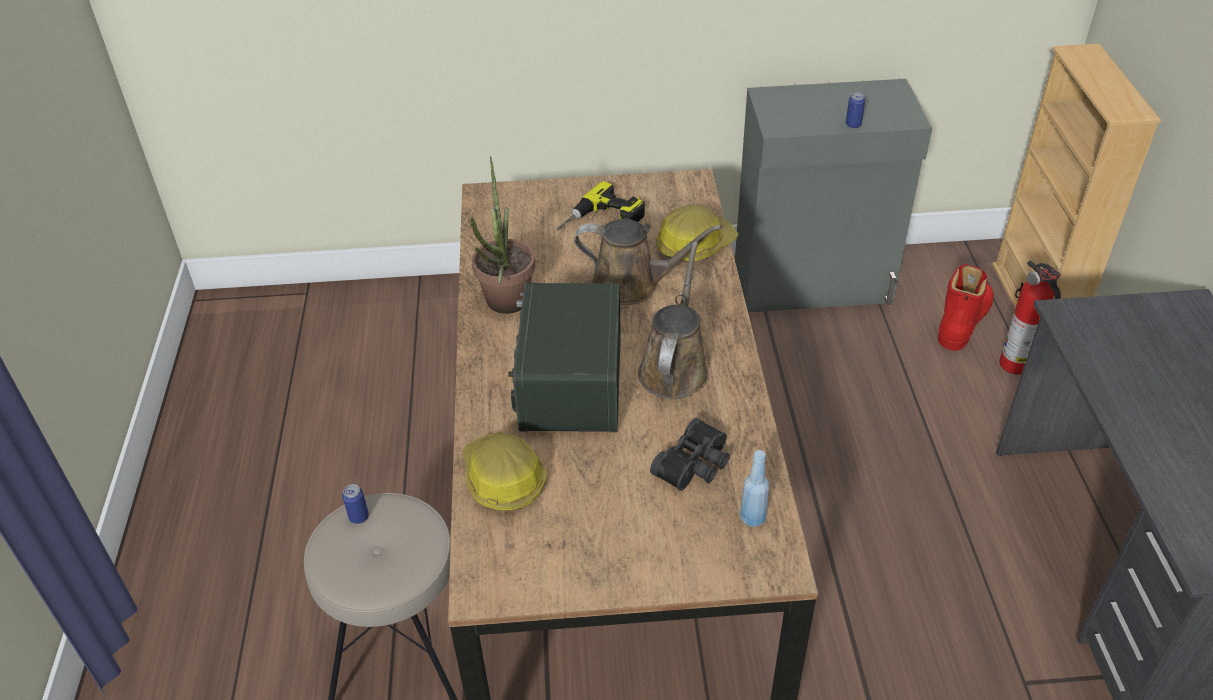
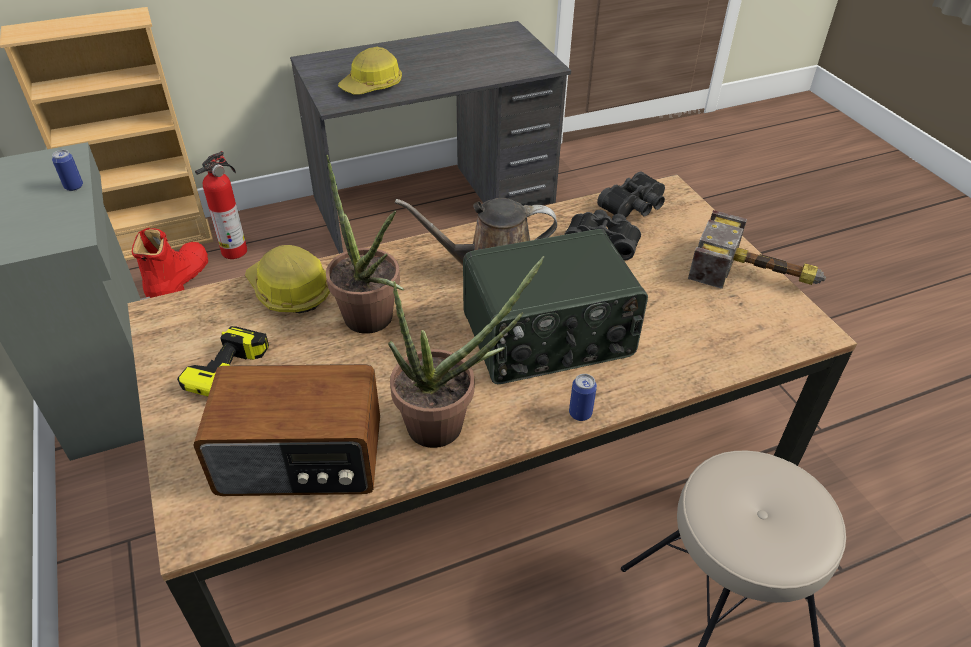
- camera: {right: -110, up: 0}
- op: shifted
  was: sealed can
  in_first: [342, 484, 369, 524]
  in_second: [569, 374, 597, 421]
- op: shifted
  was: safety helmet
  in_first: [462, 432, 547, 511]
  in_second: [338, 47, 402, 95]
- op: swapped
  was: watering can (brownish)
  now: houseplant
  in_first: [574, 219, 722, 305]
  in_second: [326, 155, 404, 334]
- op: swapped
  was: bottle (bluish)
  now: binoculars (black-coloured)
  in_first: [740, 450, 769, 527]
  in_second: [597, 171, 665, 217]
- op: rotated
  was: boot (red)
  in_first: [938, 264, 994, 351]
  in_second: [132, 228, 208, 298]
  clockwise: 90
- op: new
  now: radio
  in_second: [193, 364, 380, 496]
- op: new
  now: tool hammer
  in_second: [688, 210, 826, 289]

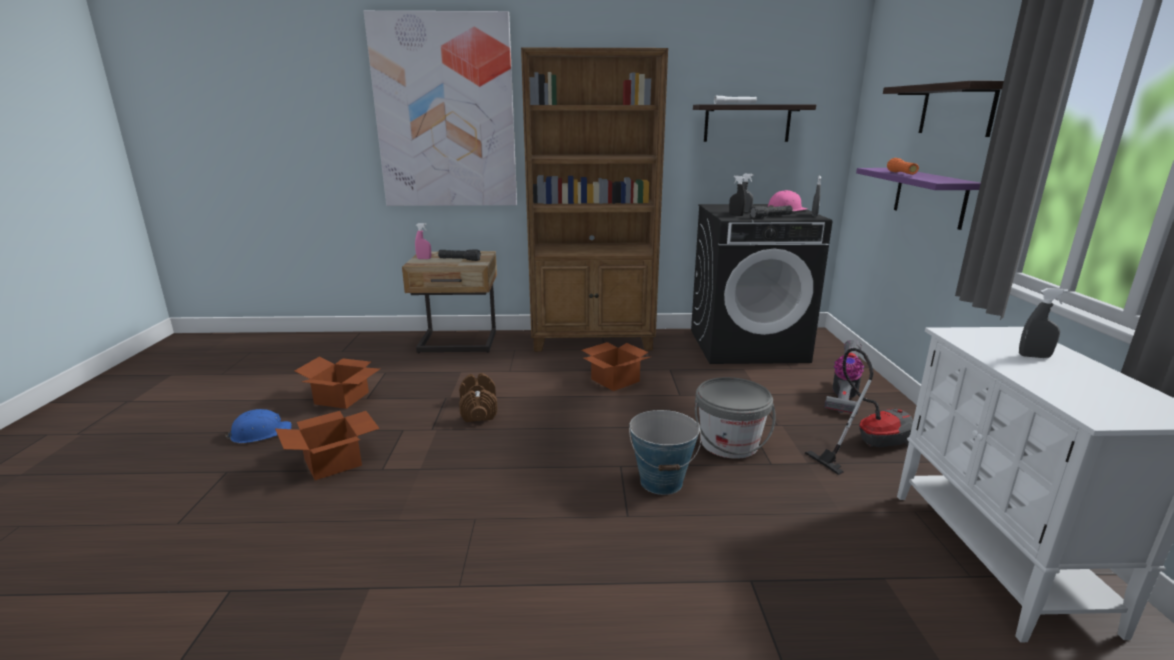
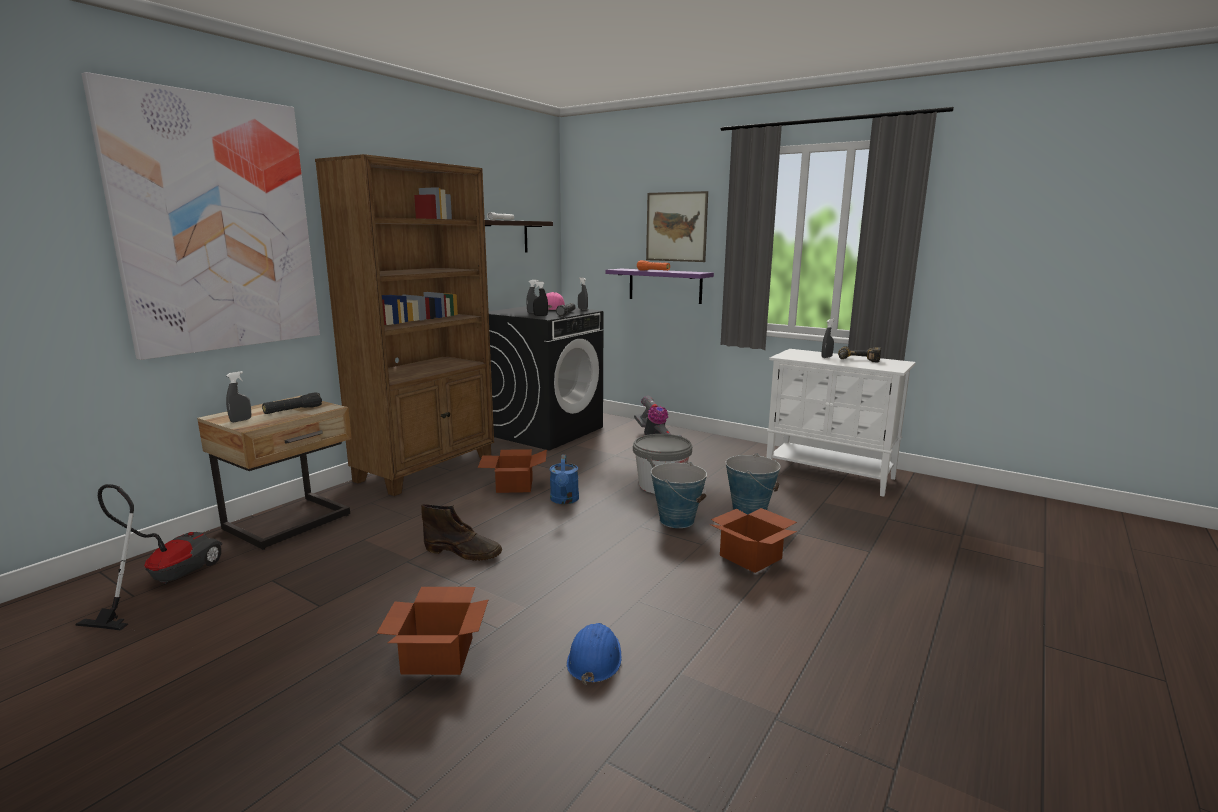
- camera: {right: -55, up: -5}
- op: shifted
  was: safety helmet (bluish)
  in_first: [225, 409, 292, 443]
  in_second: [567, 623, 622, 685]
- op: shifted
  was: cardboard box
  in_first: [295, 356, 380, 409]
  in_second: [709, 508, 797, 573]
- op: repainted
  was: sprayer (pink)
  now: sprayer (greyish)
  in_first: [415, 223, 431, 259]
  in_second: [226, 371, 251, 422]
- op: swapped
  was: hand weight (brownish)
  now: boot (brownish)
  in_first: [459, 373, 498, 422]
  in_second: [421, 504, 502, 561]
- op: shifted
  was: hoover
  in_first: [805, 348, 913, 475]
  in_second: [75, 484, 222, 631]
- op: swapped
  was: bracket shelf
  now: picture
  in_first: [883, 81, 1004, 137]
  in_second: [646, 191, 708, 262]
- op: new
  now: watering can (bluish)
  in_second: [550, 455, 579, 504]
- op: new
  now: water bucket
  in_second: [726, 453, 781, 514]
- op: new
  now: electric drill
  in_second: [838, 346, 881, 362]

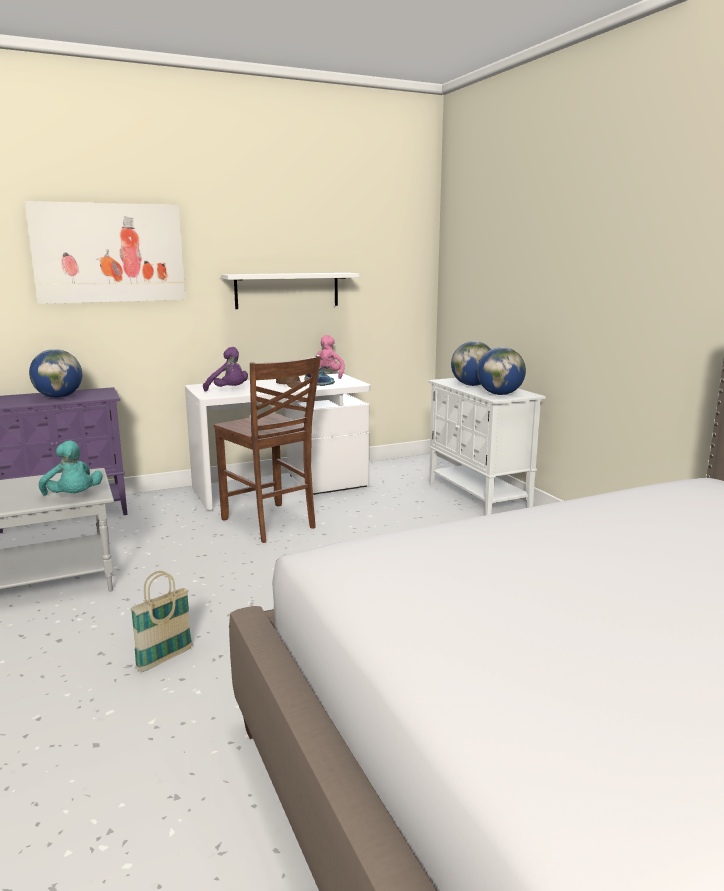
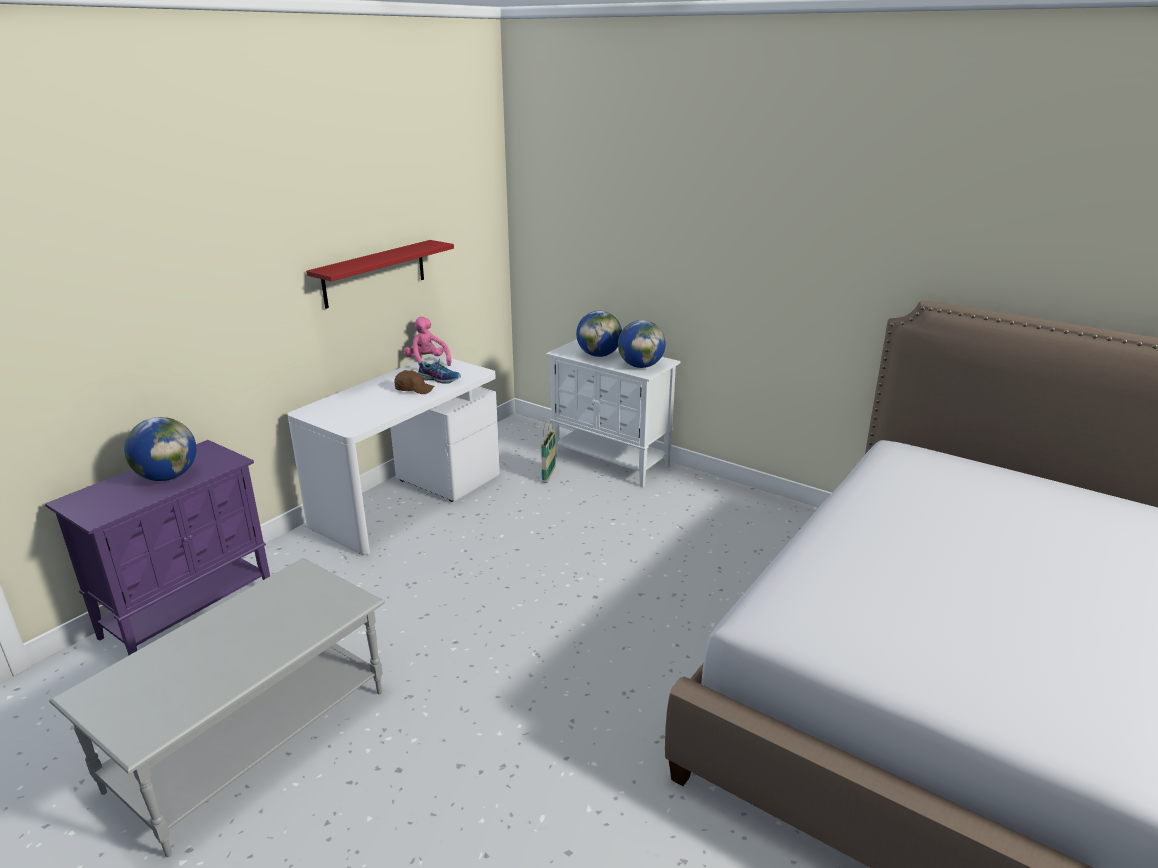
- camera: {right: -30, up: 10}
- op: gone
  was: picture
  in_first: [25, 201, 186, 304]
- op: gone
  was: plush toy (turquoise)
  in_first: [39, 440, 103, 496]
- op: shifted
  was: household basket
  in_first: [130, 571, 193, 672]
  in_second: [541, 421, 556, 483]
- op: gone
  was: plush toy (purple)
  in_first: [203, 347, 248, 391]
- op: gone
  was: upright chair (brownish)
  in_first: [214, 355, 321, 543]
- op: repainted
  was: bracket shelf (white-coloured)
  now: bracket shelf (red)
  in_first: [221, 273, 359, 309]
  in_second: [306, 240, 454, 309]

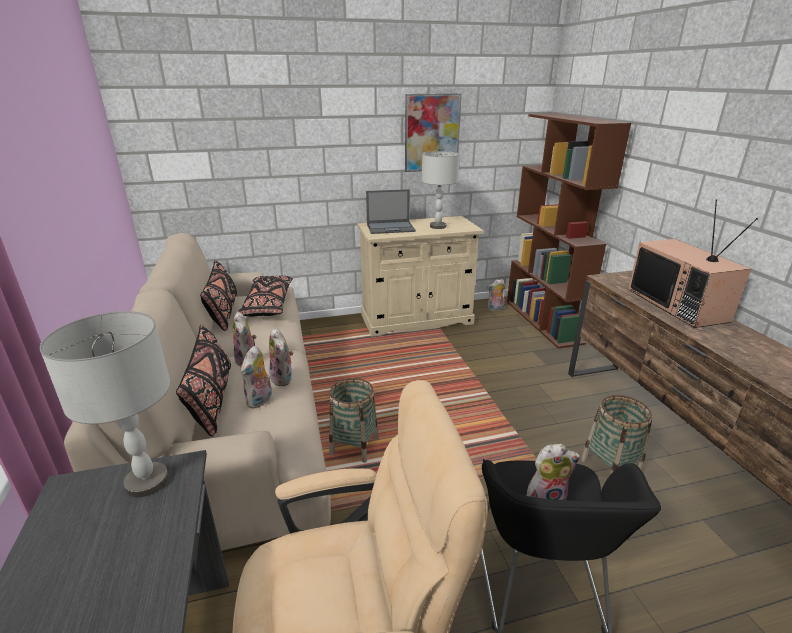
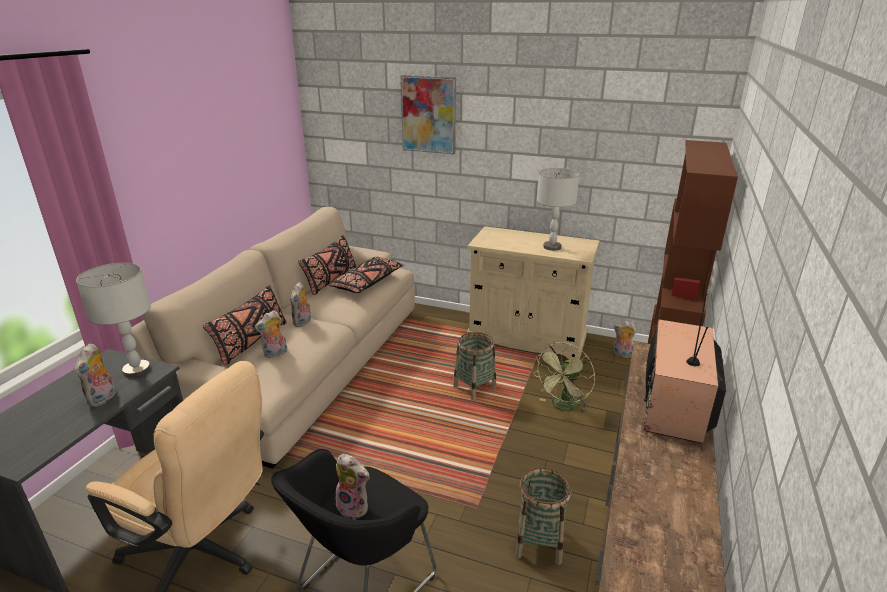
- camera: {right: 35, up: 0}
- op: shifted
  was: plush toy
  in_first: [269, 327, 293, 386]
  in_second: [74, 343, 116, 407]
- op: shifted
  was: household basket
  in_first: [329, 378, 378, 463]
  in_second: [453, 332, 496, 401]
- op: gone
  was: portable computer
  in_first: [366, 189, 416, 234]
- op: shifted
  was: picture
  in_first: [405, 93, 462, 172]
  in_second: [400, 75, 456, 154]
- op: new
  now: fan (green-coloured)
  in_second: [533, 342, 595, 414]

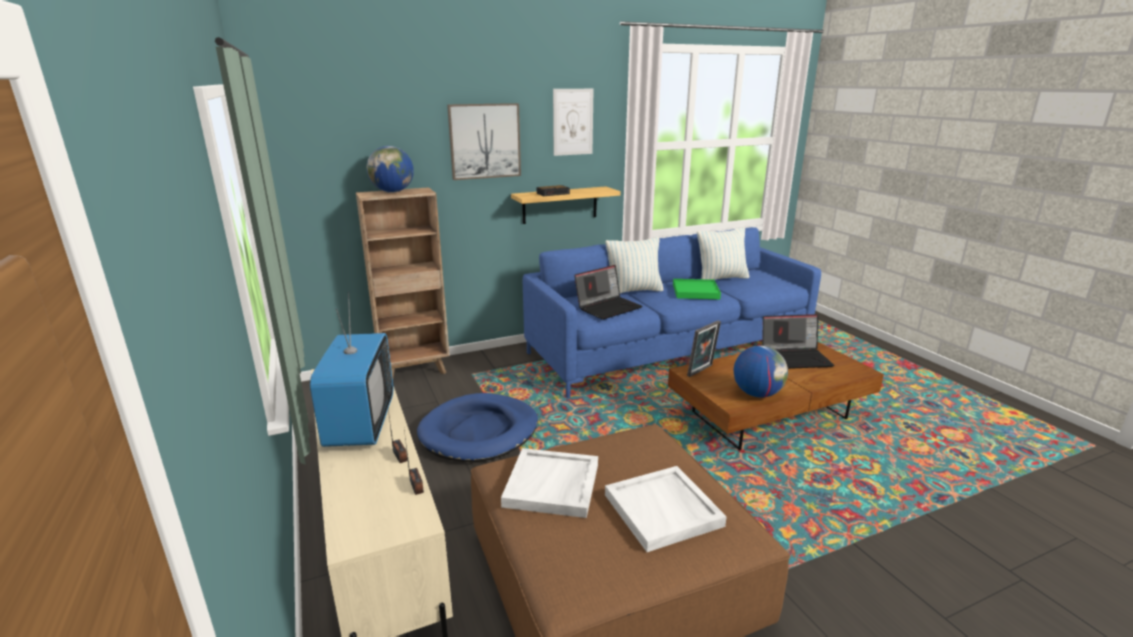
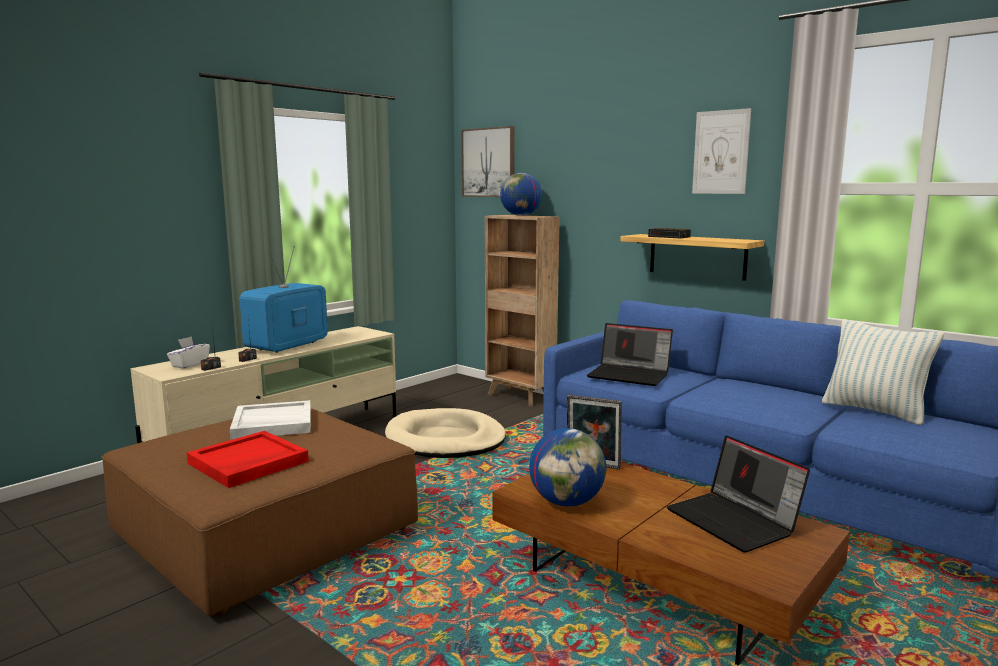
- camera: {right: 65, up: -10}
- op: rotated
  was: TV set
  in_first: [310, 291, 394, 447]
  in_second: [239, 246, 328, 353]
  clockwise: 150
- op: repainted
  was: dog cushion (bluish)
  now: dog cushion (beige)
  in_first: [417, 393, 538, 462]
  in_second: [385, 408, 506, 458]
- op: shifted
  was: picture
  in_first: [447, 103, 521, 180]
  in_second: [461, 126, 515, 197]
- op: gone
  was: cushion
  in_first: [605, 237, 664, 293]
- op: repainted
  was: carrying tray (white-coloured)
  now: carrying tray (red)
  in_first: [605, 466, 727, 552]
  in_second: [187, 431, 309, 488]
- op: gone
  was: carrying tray (green-coloured)
  in_first: [673, 279, 721, 299]
- op: new
  now: tissue holder (white-coloured)
  in_second: [167, 336, 210, 369]

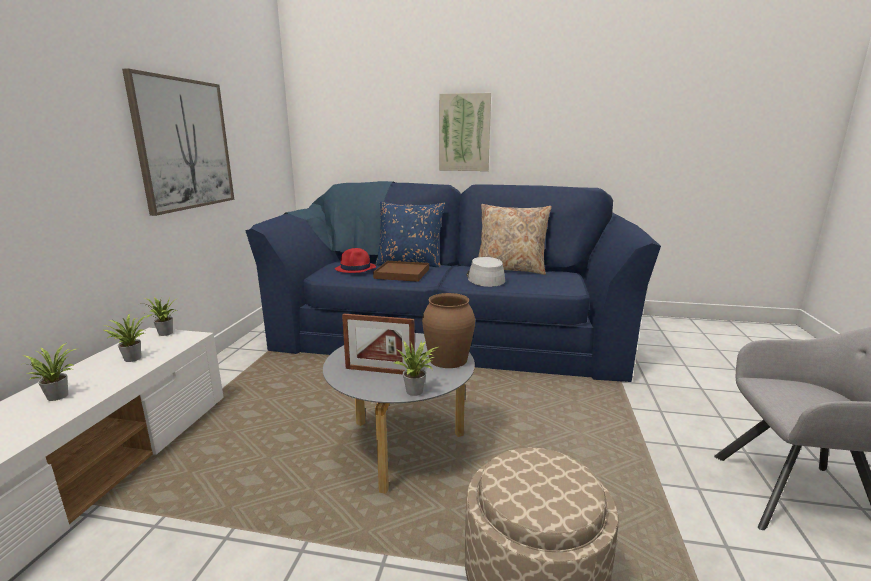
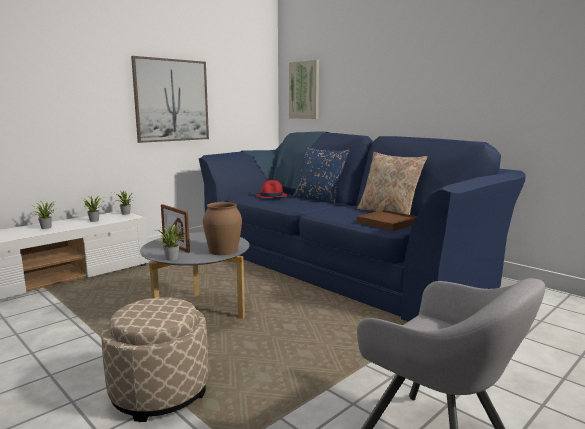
- camera: {right: 35, up: -5}
- op: shifted
  was: carrying tray (brownish)
  in_first: [373, 261, 429, 282]
  in_second: [356, 210, 417, 231]
- op: shifted
  was: picture
  in_first: [439, 93, 491, 171]
  in_second: [289, 60, 319, 119]
- op: gone
  was: clothing hat (greyish)
  in_first: [467, 257, 505, 287]

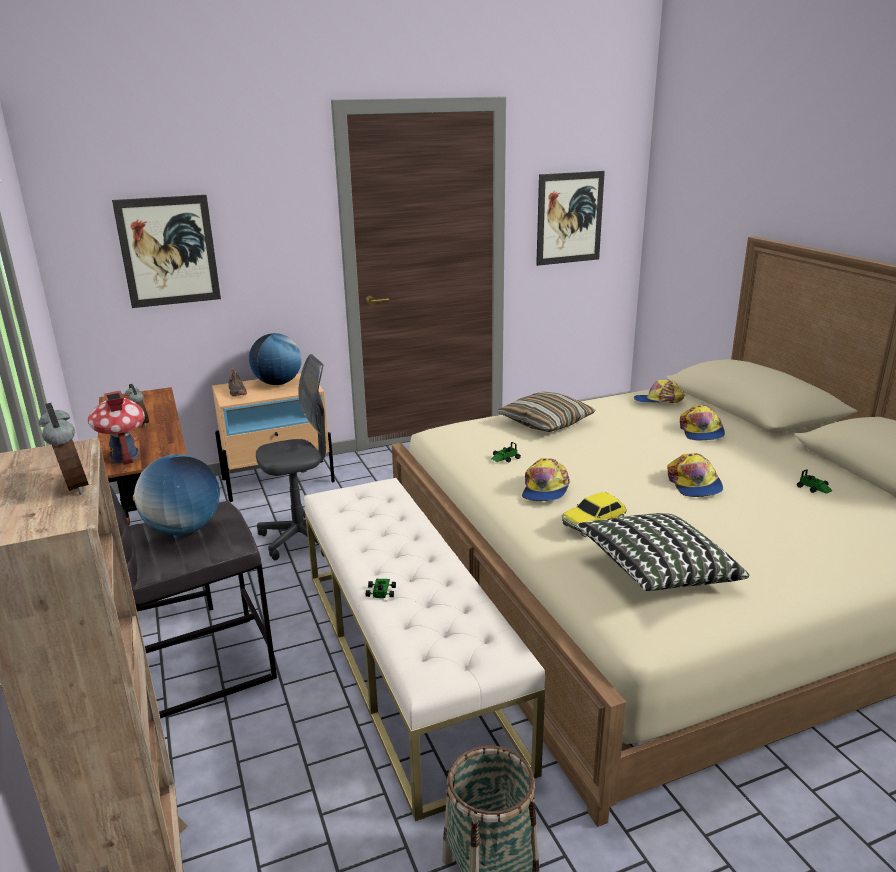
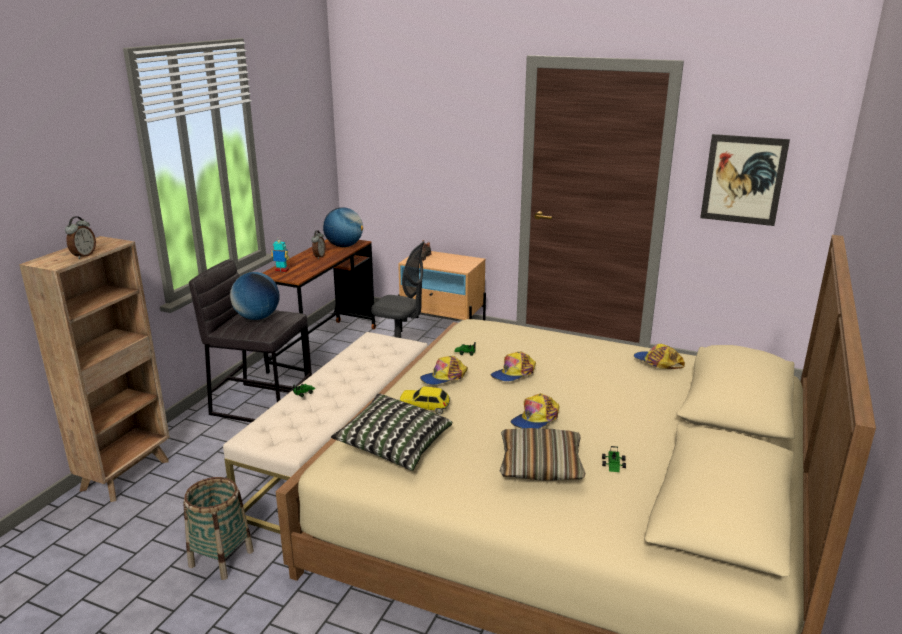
- camera: {right: 45, up: 0}
- op: swapped
  was: miniature house
  now: model robot
  in_first: [88, 391, 145, 465]
  in_second: [271, 238, 289, 272]
- op: gone
  was: picture
  in_first: [112, 195, 221, 308]
- op: shifted
  was: desk globe
  in_first: [249, 333, 302, 385]
  in_second: [323, 207, 363, 247]
- op: shifted
  was: cushion
  in_first: [497, 392, 596, 432]
  in_second: [500, 428, 586, 481]
- op: shifted
  was: cap
  in_first: [680, 405, 725, 441]
  in_second: [491, 351, 536, 382]

